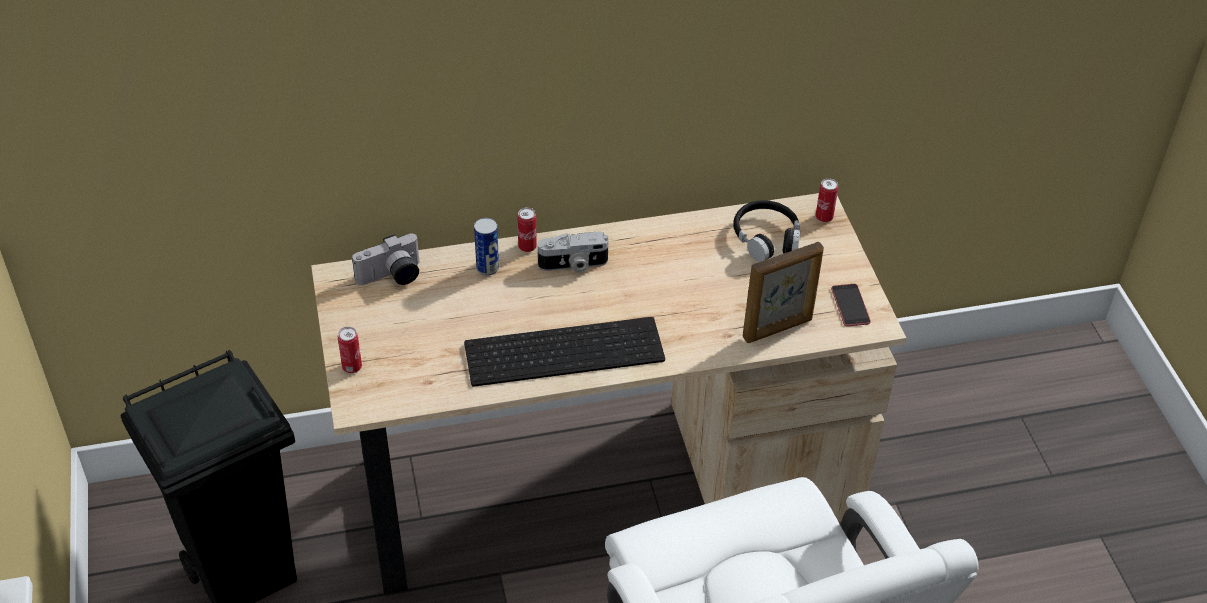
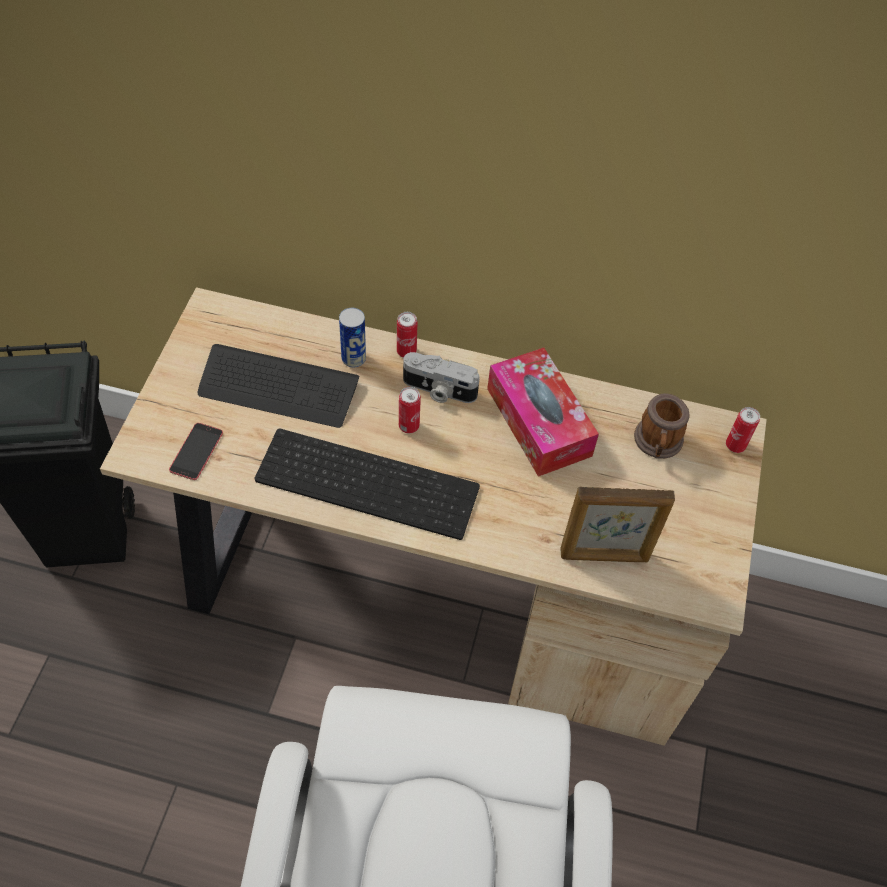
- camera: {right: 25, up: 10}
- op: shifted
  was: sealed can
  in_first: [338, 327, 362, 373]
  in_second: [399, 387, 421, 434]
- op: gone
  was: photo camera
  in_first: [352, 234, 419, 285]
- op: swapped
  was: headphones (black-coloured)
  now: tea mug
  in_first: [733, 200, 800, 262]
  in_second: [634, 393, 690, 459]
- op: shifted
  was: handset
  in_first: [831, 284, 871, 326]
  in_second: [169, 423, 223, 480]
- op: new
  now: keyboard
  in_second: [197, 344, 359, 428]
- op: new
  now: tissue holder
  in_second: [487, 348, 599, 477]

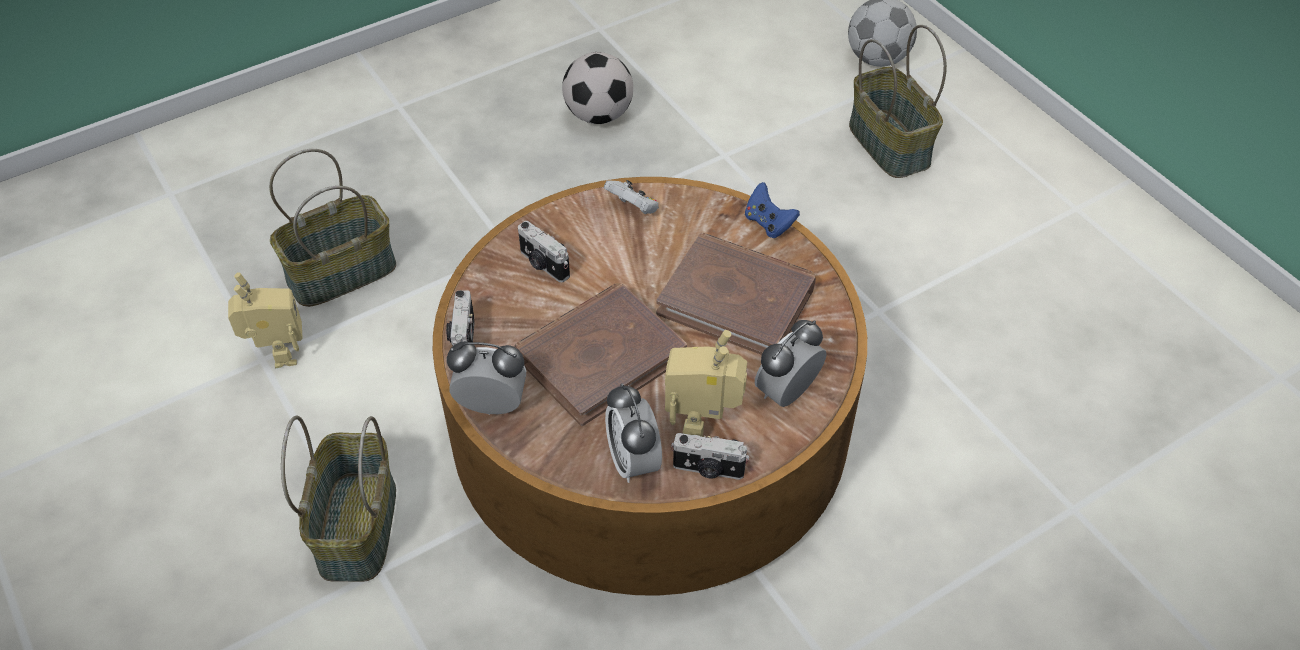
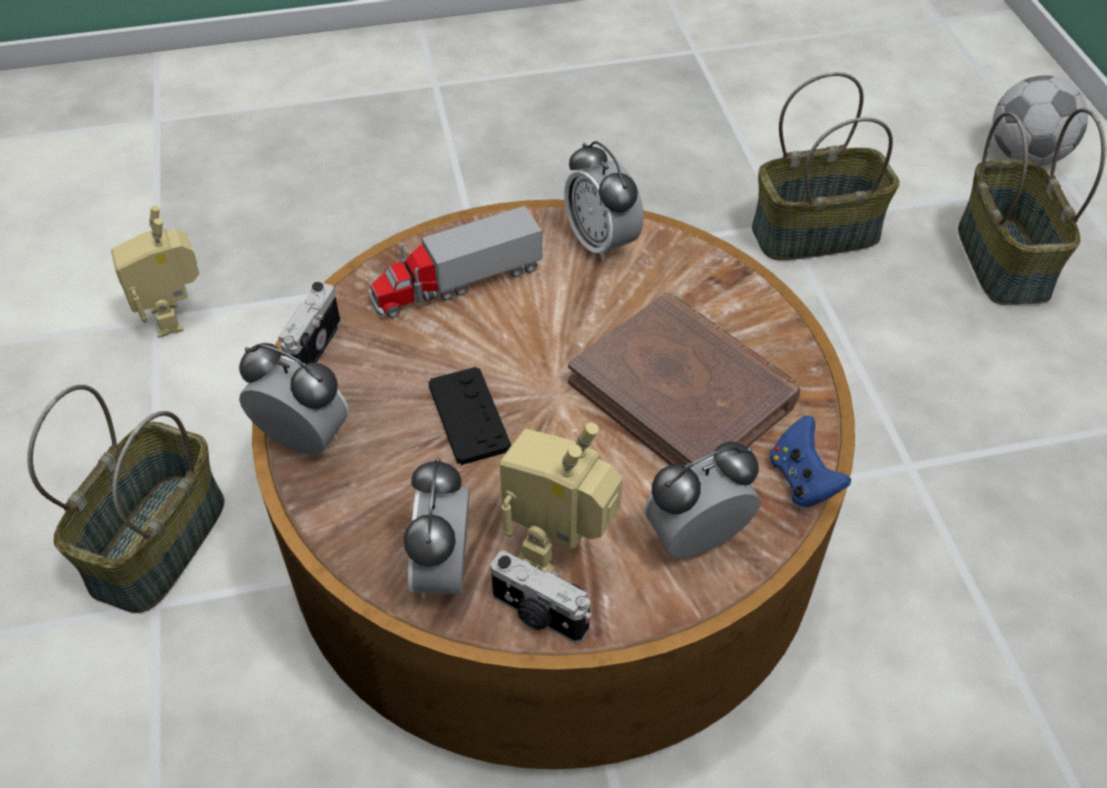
- camera: {right: 20, up: 0}
- op: rotated
  was: model robot
  in_first: [228, 273, 303, 368]
  in_second: [111, 206, 199, 338]
  clockwise: 150
- op: shifted
  was: household basket
  in_first: [269, 149, 396, 307]
  in_second: [752, 72, 900, 260]
- op: swapped
  was: bound book (brownish)
  now: gamepad (black-coloured)
  in_first: [514, 283, 687, 426]
  in_second: [428, 367, 511, 465]
- op: swapped
  was: photo camera
  now: toy lorry
  in_first: [518, 221, 570, 282]
  in_second: [369, 206, 542, 318]
- op: gone
  was: ball for football
  in_first: [562, 52, 633, 124]
- op: swapped
  was: gamepad (white-coloured)
  now: bedside clock
  in_first: [604, 180, 659, 215]
  in_second: [564, 141, 644, 262]
- op: shifted
  was: gamepad (bluish)
  in_first: [745, 182, 800, 238]
  in_second: [770, 416, 851, 508]

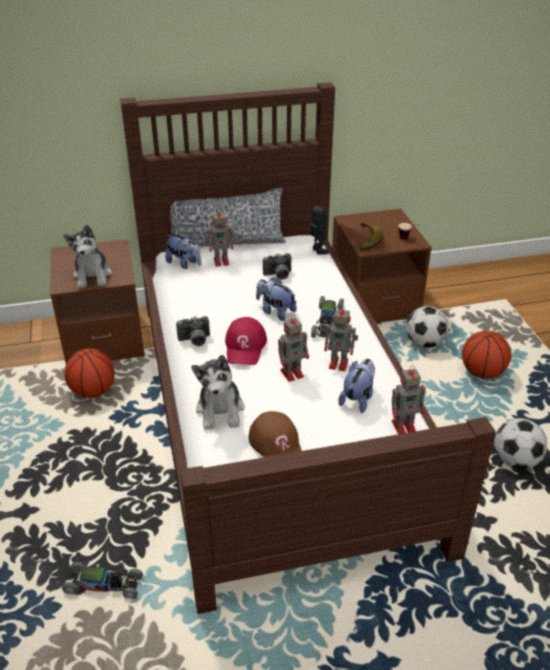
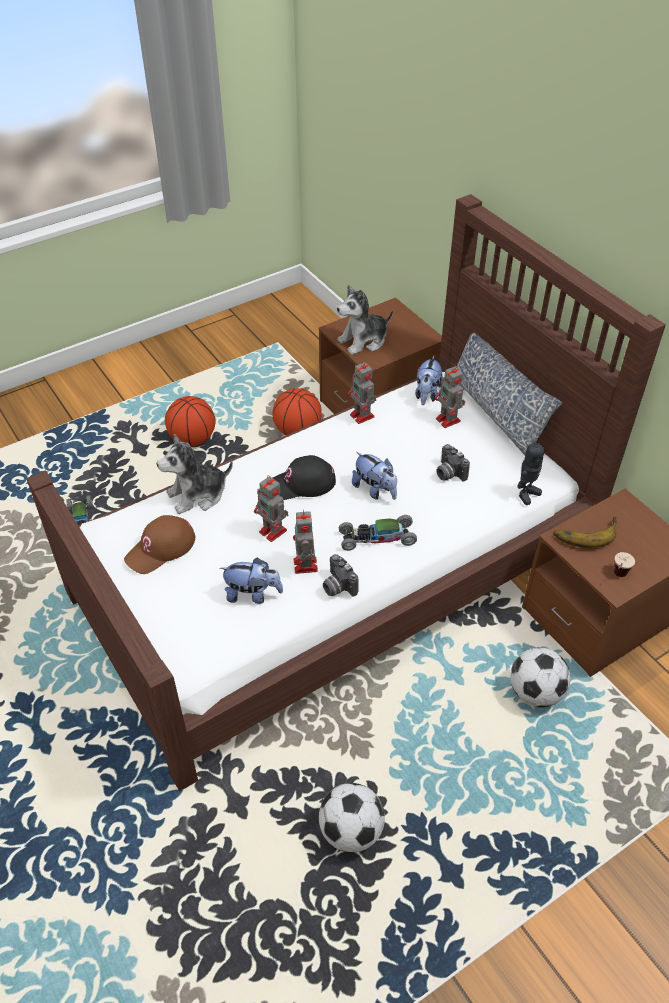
- camera: {right: 70, up: 10}
- op: shifted
  was: photo camera
  in_first: [176, 316, 210, 346]
  in_second: [323, 554, 359, 597]
- op: repainted
  was: cap (red)
  now: cap (black-coloured)
  in_first: [225, 317, 267, 365]
  in_second: [273, 455, 336, 500]
- op: rotated
  was: plush toy
  in_first: [256, 277, 297, 321]
  in_second: [352, 452, 397, 500]
  clockwise: 120
- op: shifted
  was: model robot
  in_first: [392, 365, 425, 434]
  in_second: [348, 361, 376, 424]
- op: shifted
  was: basketball ball
  in_first: [462, 331, 511, 379]
  in_second: [165, 396, 215, 446]

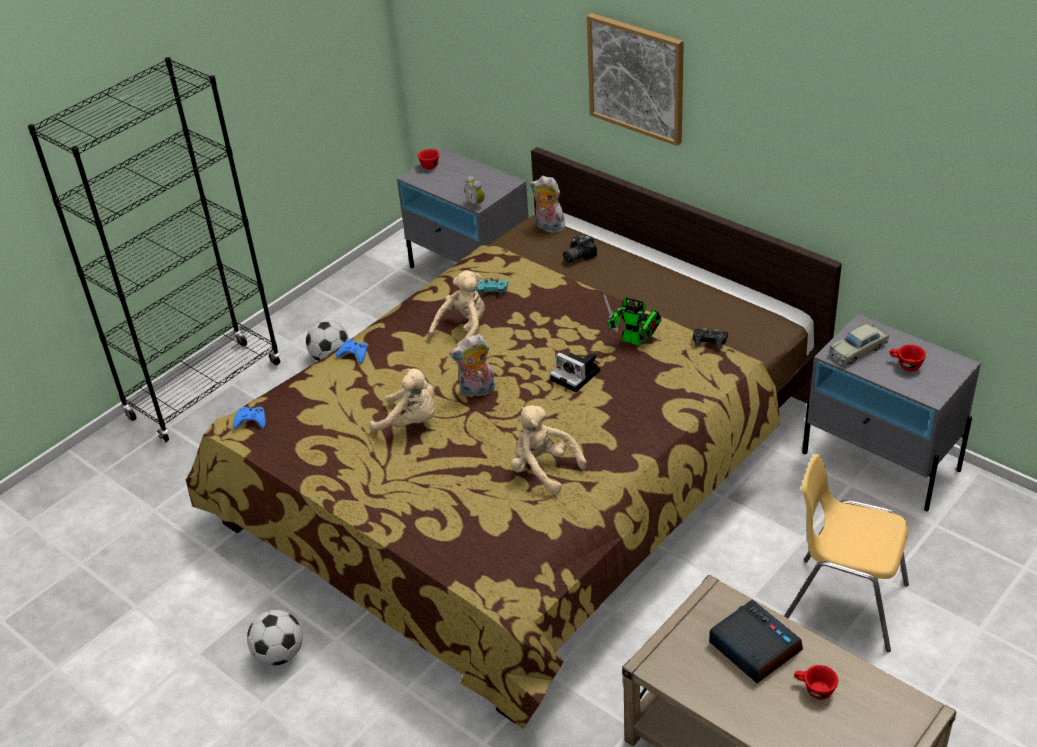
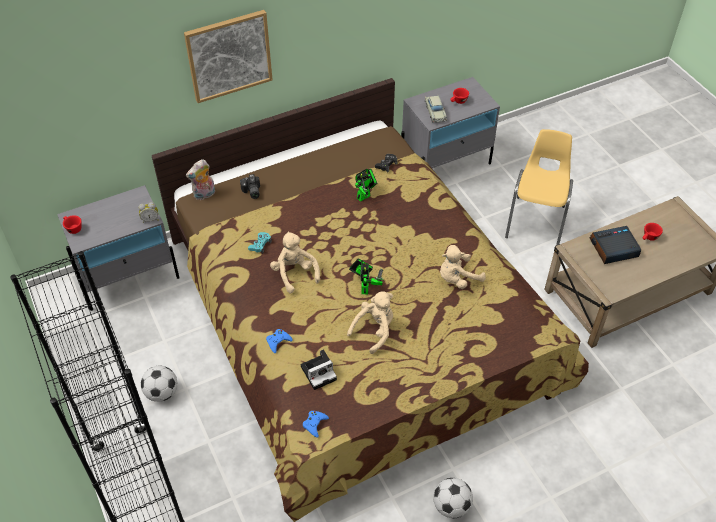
- camera: {right: -70, up: 10}
- op: swapped
  was: plush toy
  now: model robot
  in_first: [449, 334, 495, 398]
  in_second: [349, 258, 383, 294]
- op: shifted
  was: photo camera
  in_first: [550, 352, 600, 392]
  in_second: [301, 349, 337, 390]
- op: rotated
  was: upright chair (yellow-coloured)
  in_first: [784, 454, 909, 652]
  in_second: [505, 129, 573, 245]
  clockwise: 150

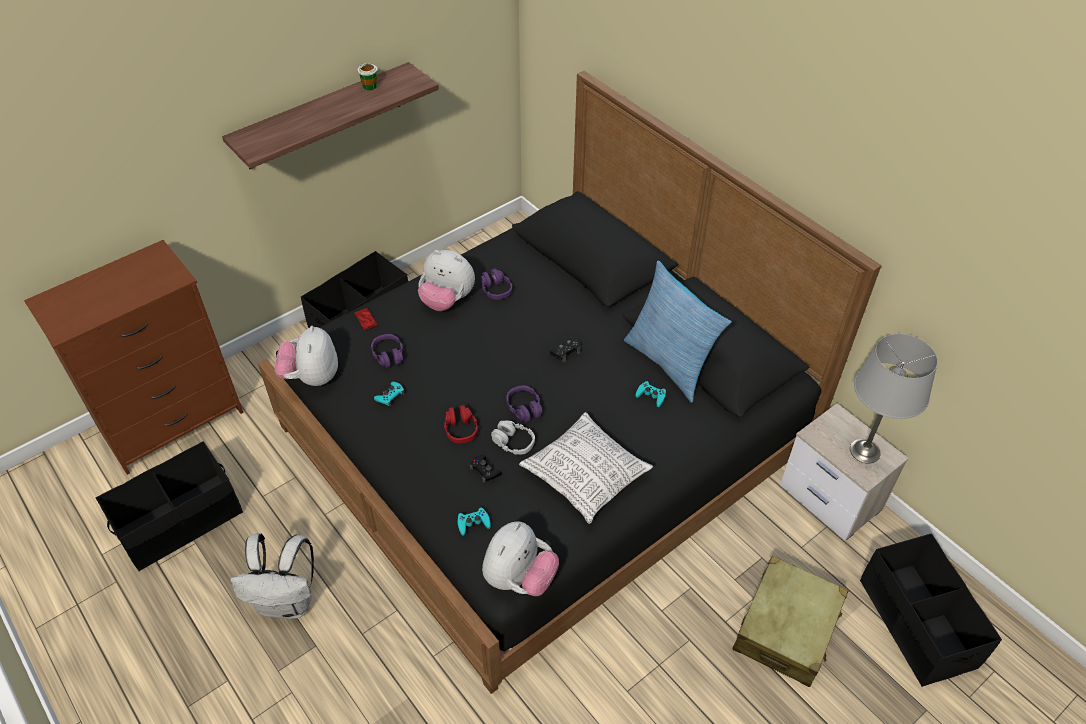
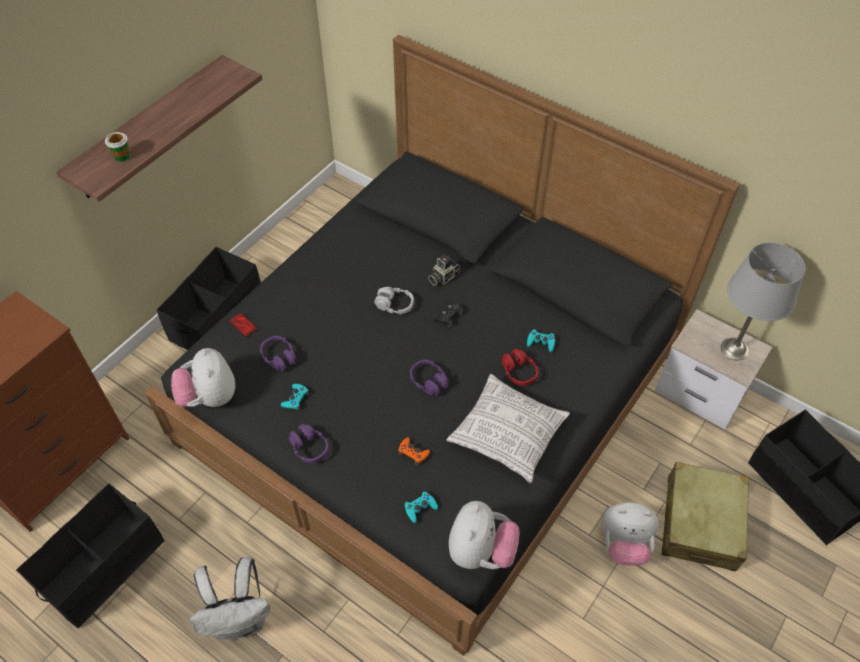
- camera: {right: -15, up: 5}
- op: shifted
  was: drinking cup
  in_first: [358, 63, 378, 91]
  in_second: [105, 132, 130, 162]
- op: shifted
  was: plush toy
  in_first: [418, 250, 475, 311]
  in_second: [601, 502, 659, 566]
- op: shifted
  was: headphones (red)
  in_first: [444, 405, 478, 444]
  in_second: [501, 349, 538, 386]
- op: repainted
  was: gamepad (black-coloured)
  now: gamepad (orangey)
  in_first: [470, 455, 502, 483]
  in_second: [398, 437, 430, 465]
- op: shifted
  was: headphones (purple)
  in_first: [480, 268, 512, 300]
  in_second: [288, 424, 329, 463]
- op: shifted
  was: headphones (greyish)
  in_first: [491, 420, 535, 455]
  in_second: [374, 287, 414, 314]
- op: gone
  was: cushion
  in_first: [624, 261, 732, 403]
- op: new
  now: photo camera
  in_second: [428, 255, 459, 286]

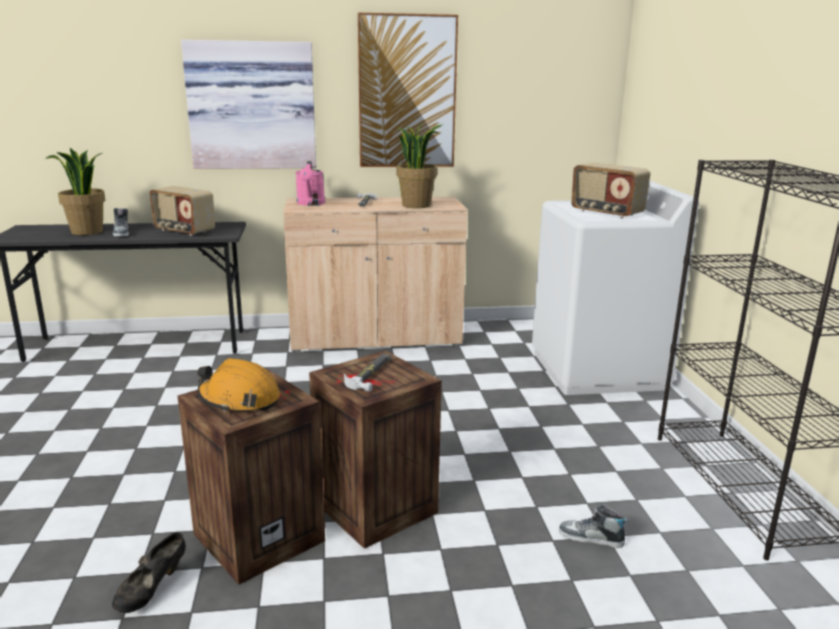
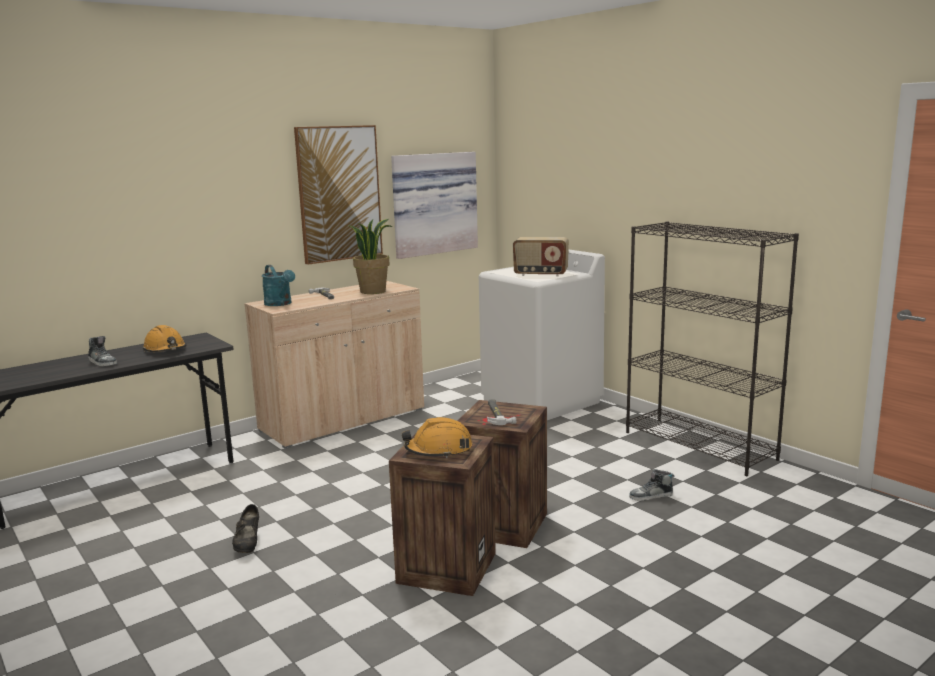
- camera: {right: -30, up: -5}
- op: gone
  was: houseplant
  in_first: [45, 148, 105, 235]
- op: shifted
  was: shoe (black-coloured)
  in_first: [112, 532, 186, 613]
  in_second: [232, 504, 259, 553]
- op: swapped
  was: radio
  now: safety helmet (orangey)
  in_first: [149, 186, 215, 236]
  in_second: [143, 325, 186, 352]
- op: shifted
  was: picture
  in_first: [181, 40, 316, 169]
  in_second: [391, 152, 478, 259]
- op: repainted
  was: watering can (pink)
  now: watering can (turquoise)
  in_first: [296, 161, 325, 206]
  in_second: [262, 265, 295, 306]

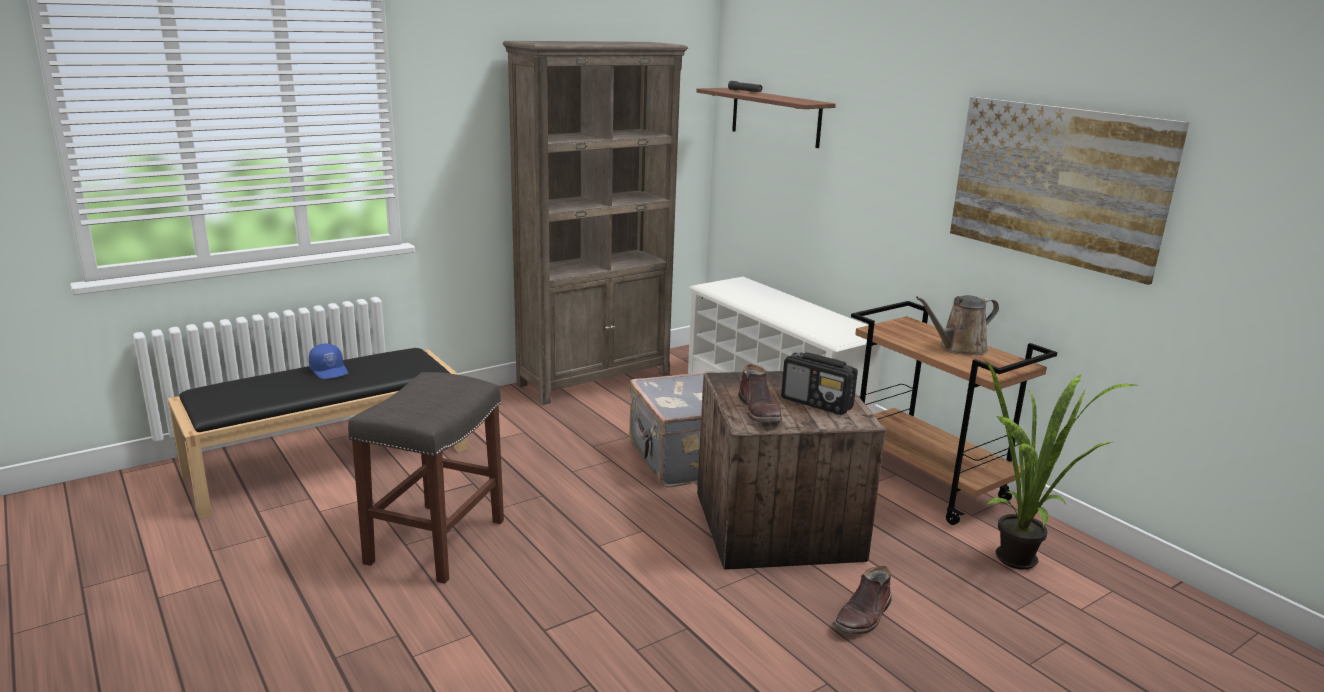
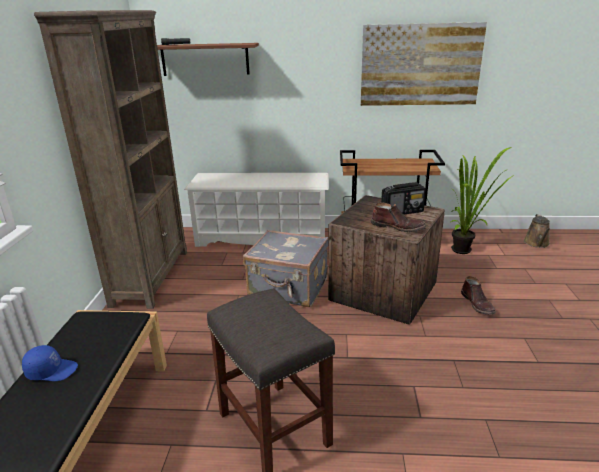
- camera: {right: -50, up: 5}
- op: shifted
  was: watering can (brownish)
  in_first: [916, 295, 999, 355]
  in_second: [524, 214, 550, 248]

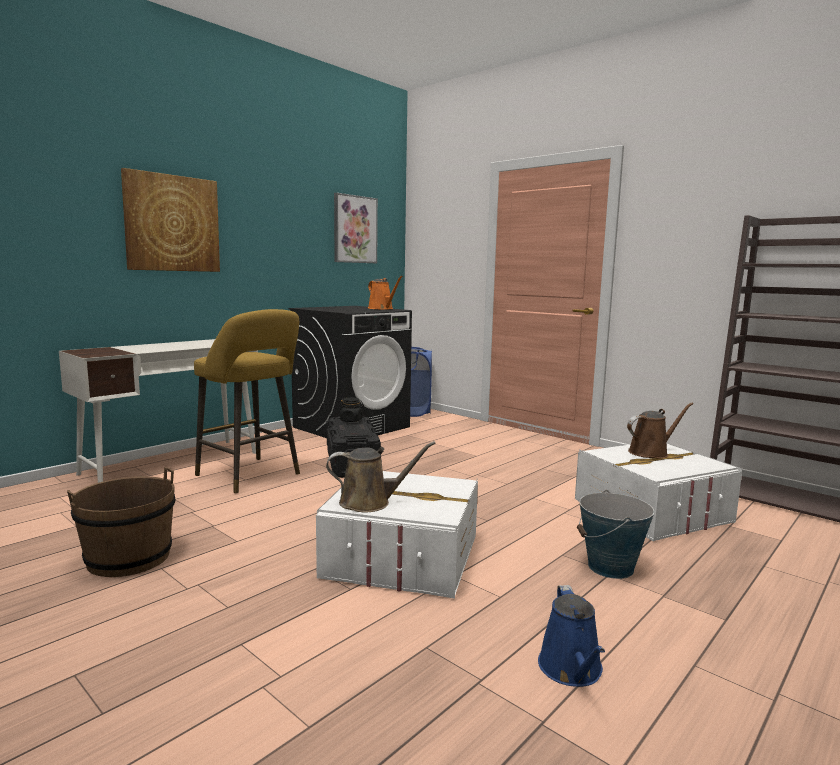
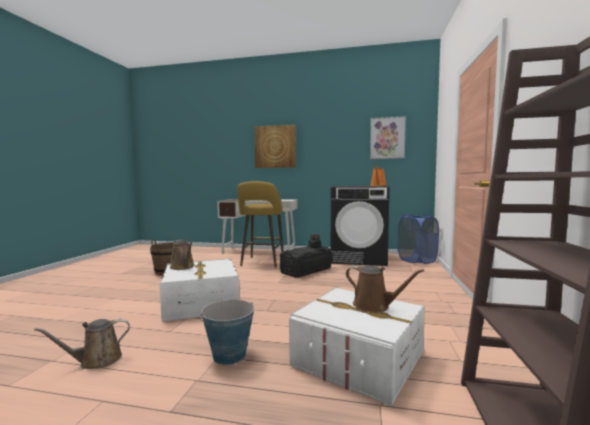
- camera: {right: 60, up: -5}
- op: repainted
  was: watering can (bluish)
  now: watering can (brownish)
  in_first: [538, 585, 605, 687]
  in_second: [34, 319, 130, 369]

